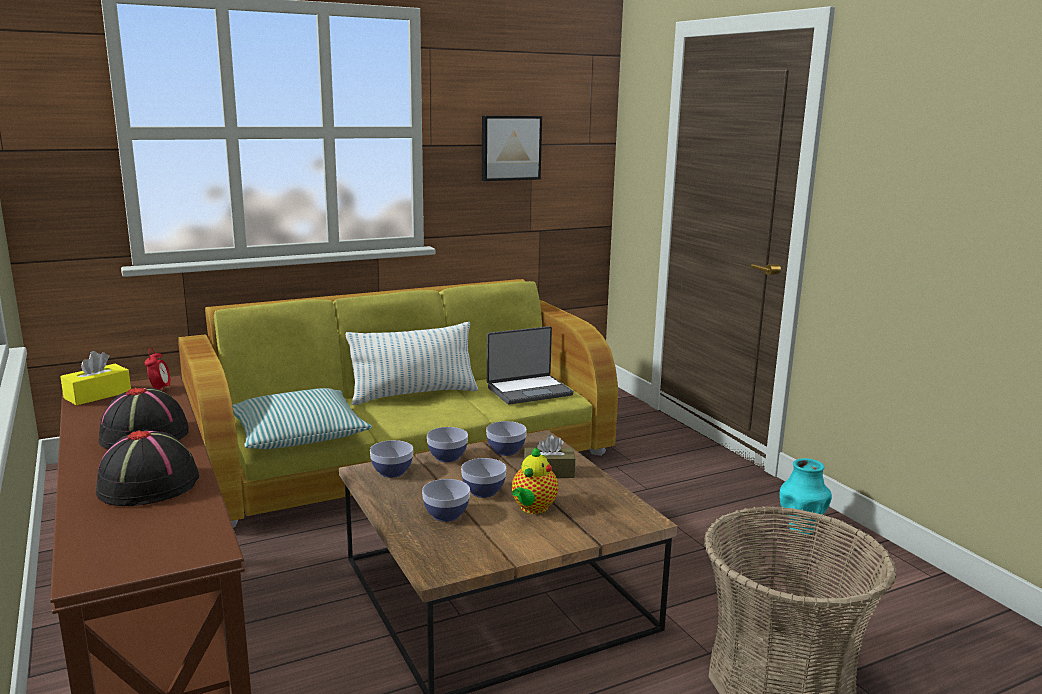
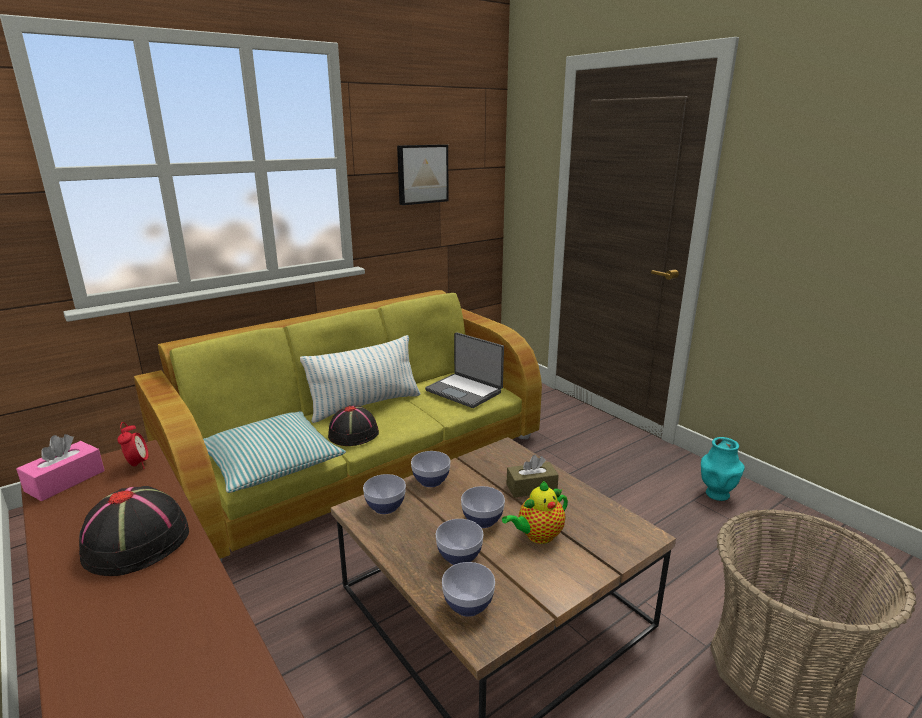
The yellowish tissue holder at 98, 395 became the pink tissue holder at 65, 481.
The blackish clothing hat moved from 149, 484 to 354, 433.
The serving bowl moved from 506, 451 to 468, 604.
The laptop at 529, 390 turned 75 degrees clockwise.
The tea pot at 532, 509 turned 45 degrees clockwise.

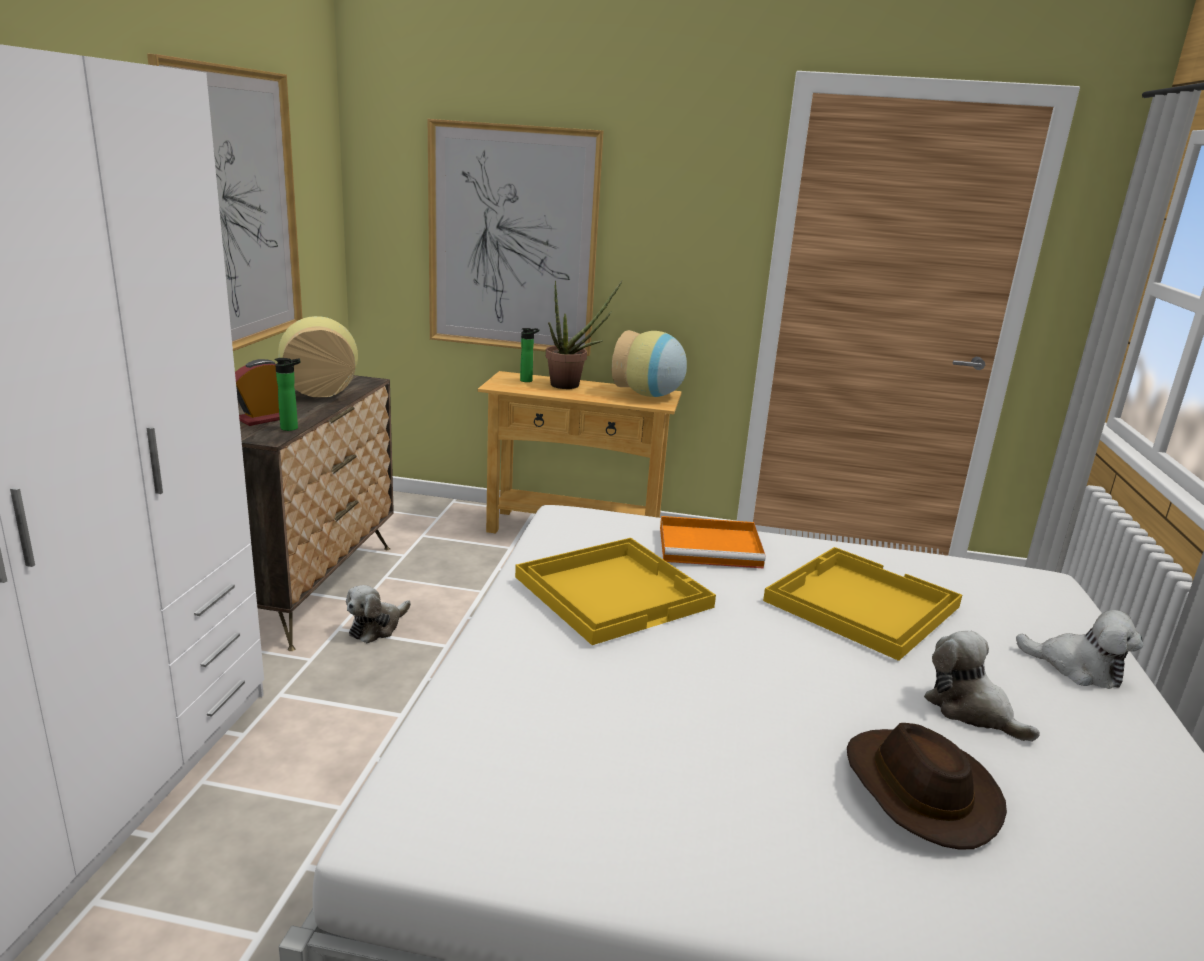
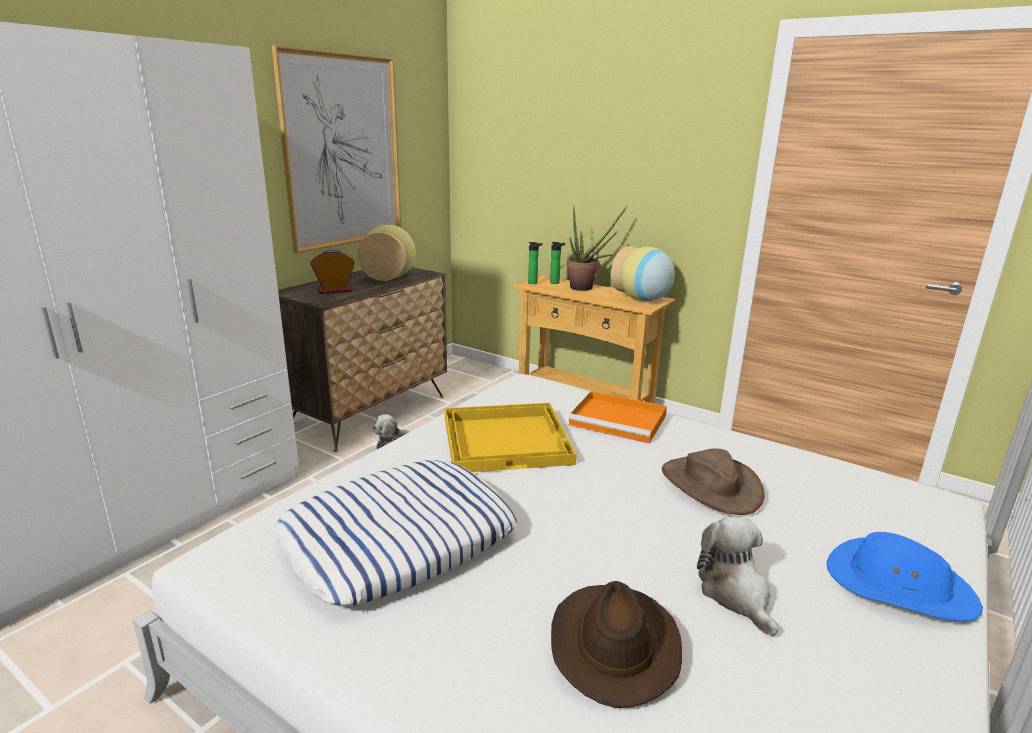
The bottle moved from 292, 428 to 534, 283.
The wall picture at 512, 240 disappeared.
The yellowish tray at 859, 604 was replaced by the brown-coloured clothing hat at 710, 485.
The plush toy at 1077, 668 was replaced by the bluish clothing hat at 898, 586.
The pillow at 398, 540 appeared.

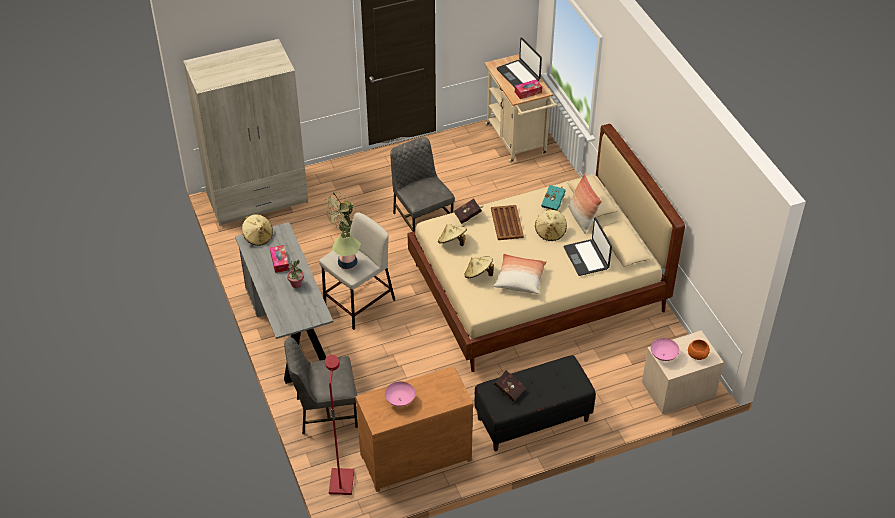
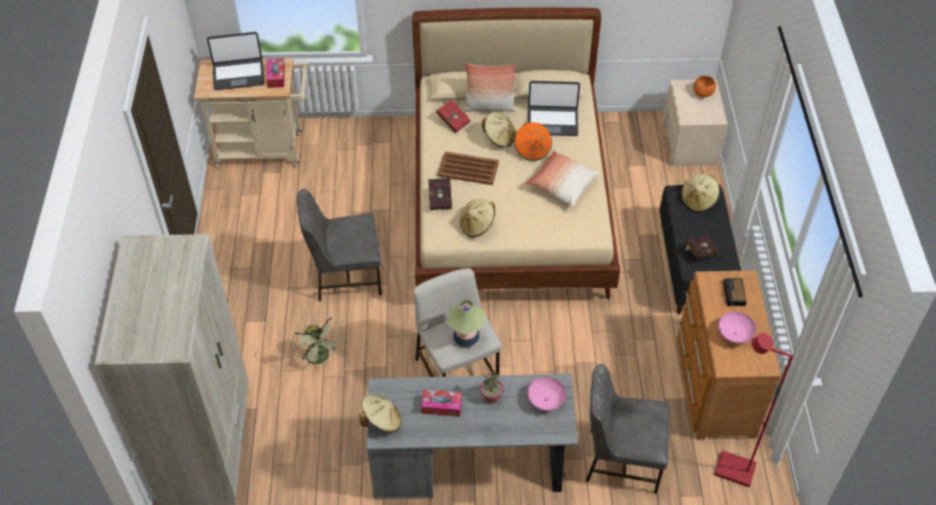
The gray upright chair at 325, 411 turned 90 degrees clockwise.
The beige clothing hat moved from 478, 274 to 698, 201.
The blue-green volume at 553, 202 became the red-coloured volume at 452, 121.
The pink serving bowl moved from 664, 355 to 546, 400.
The orange clothing hat at 532, 150 appeared.
The alarm clock at 734, 294 appeared.

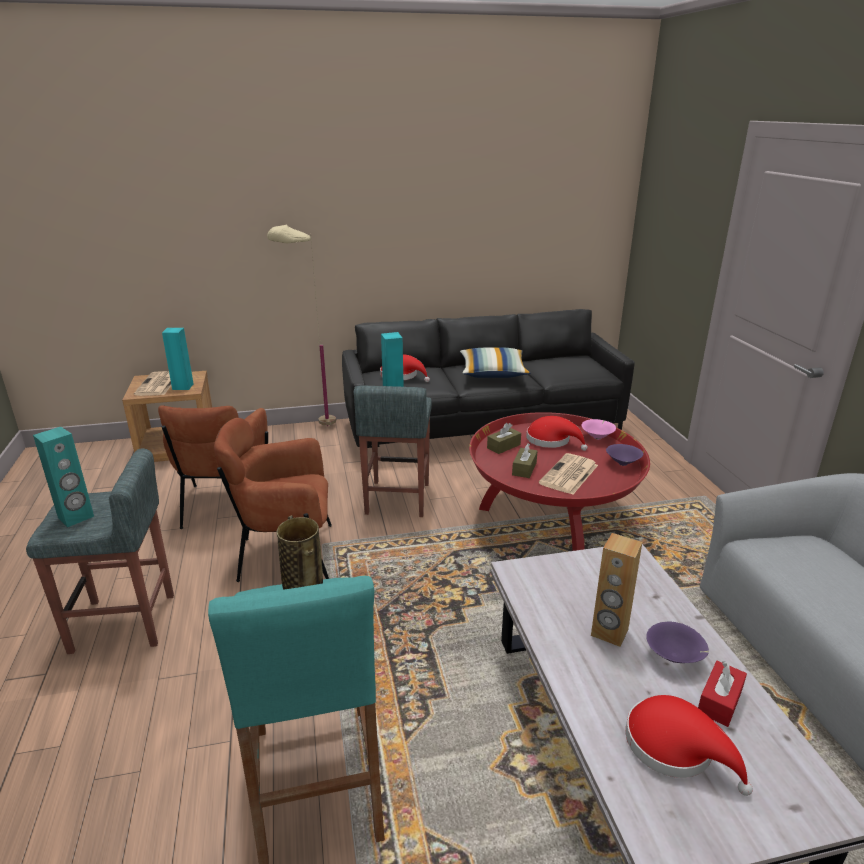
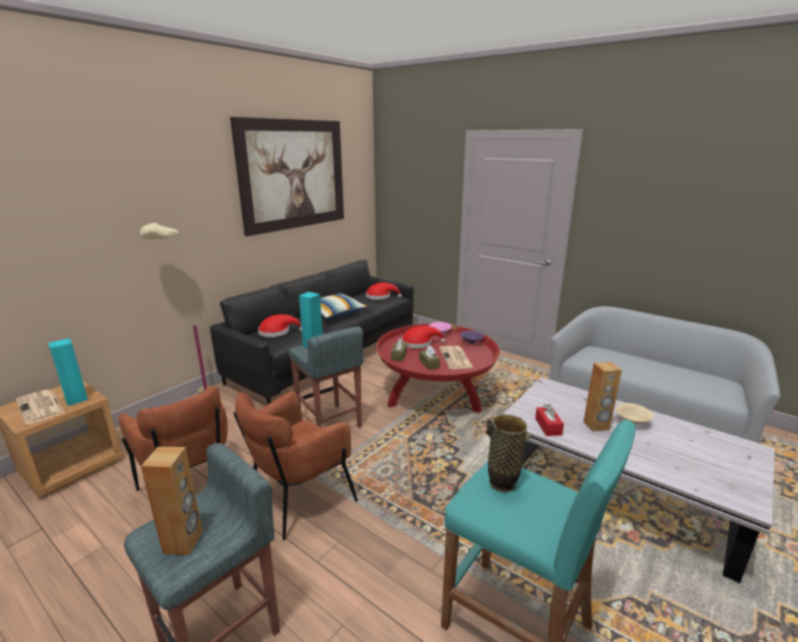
The blue-green audio speaker at 76, 517 became the brown-coloured audio speaker at 183, 542.
The red-coloured clothing hat moved from 676, 747 to 380, 296.
The purple-coloured serving bowl at 674, 658 became the beige serving bowl at 633, 422.
The red-coloured tissue holder moved from 719, 701 to 548, 426.
The wall picture at 293, 175 appeared.

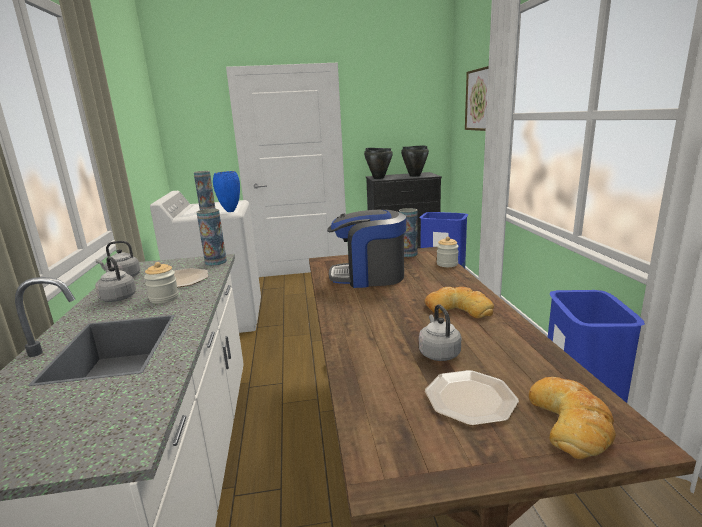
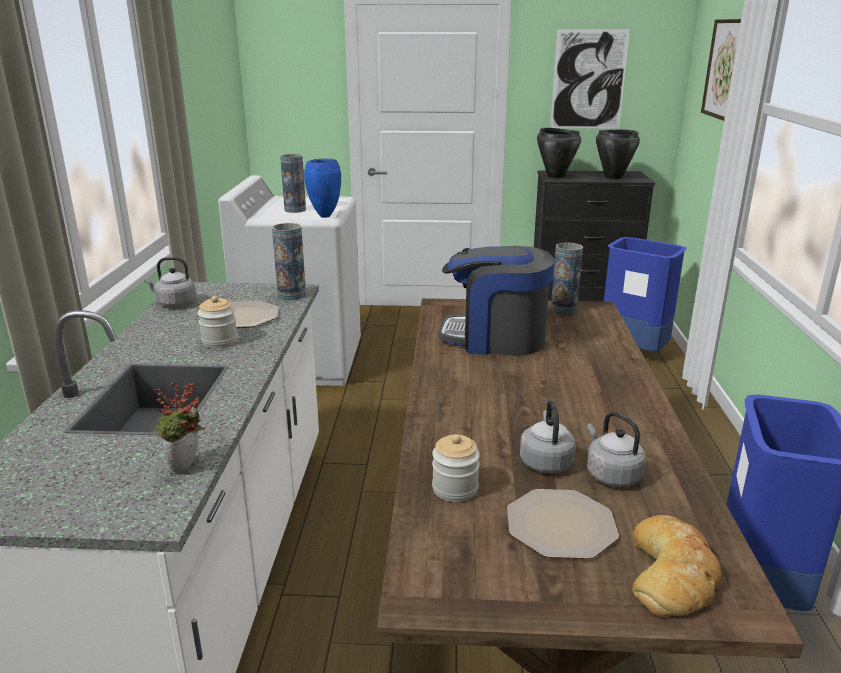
The gray tea kettle moved from 118, 297 to 611, 474.
The bread at 458, 308 disappeared.
The preserve jar moved from 447, 264 to 455, 489.
The plant in a pot at 186, 467 appeared.
The wall picture at 588, 80 appeared.

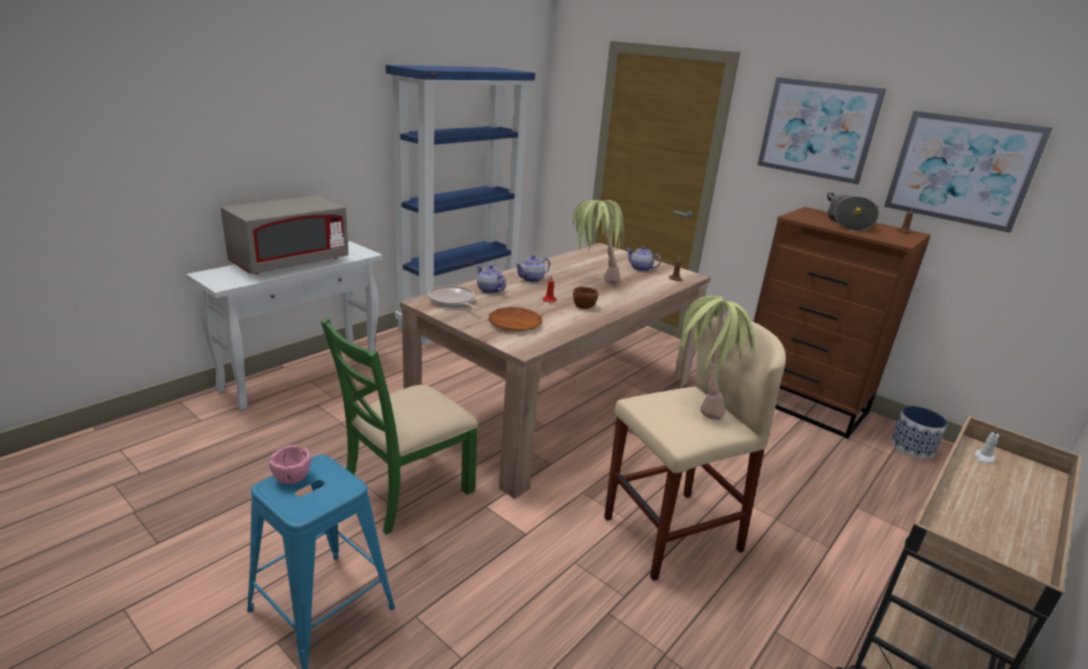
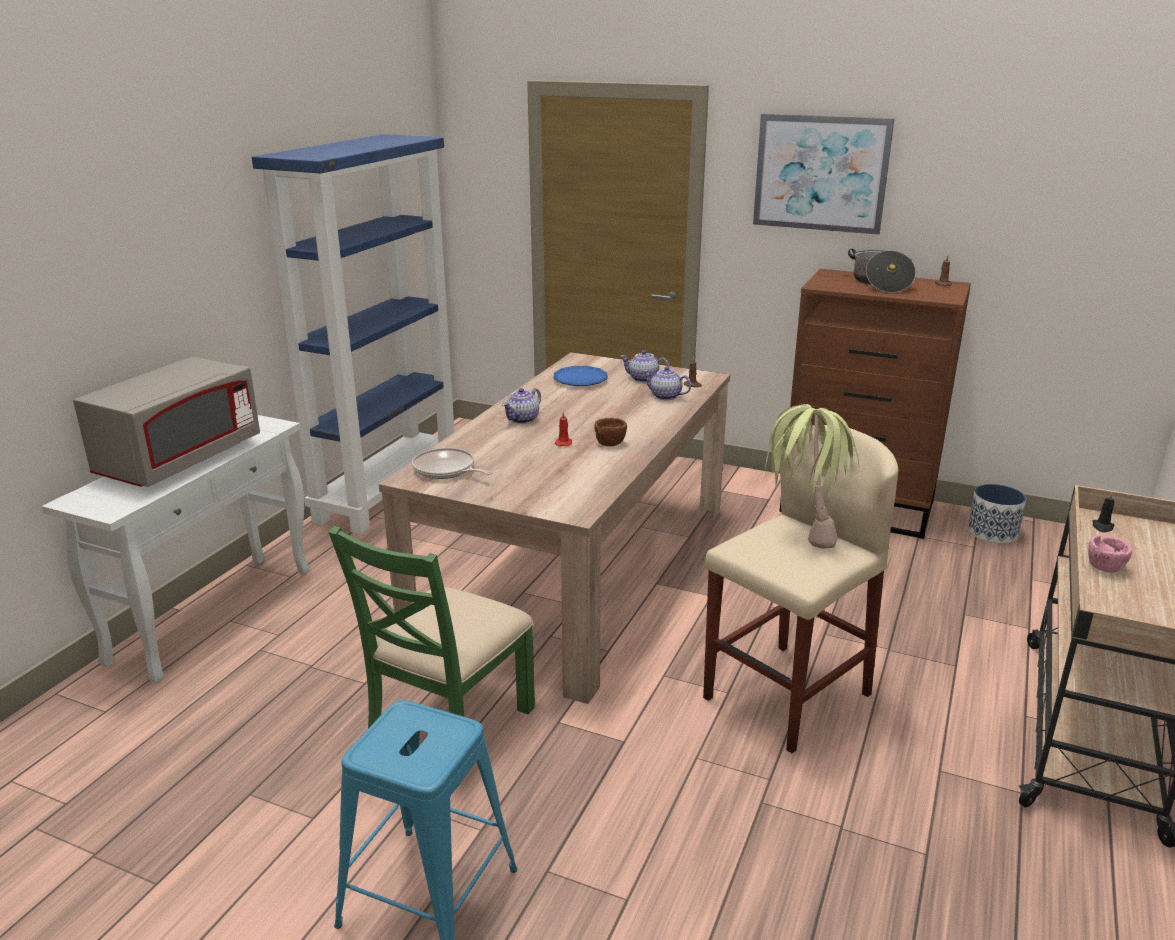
The pink serving bowl moved from 292, 477 to 1104, 567.
The tea pot moved from 489, 290 to 665, 396.
The brown-coloured flat dish at 515, 323 disappeared.
The plant in a pot at 592, 280 disappeared.
The wall picture at 961, 170 disappeared.
The white candle at 983, 458 became the blackish candle at 1102, 527.
The bluish flat dish at 580, 380 appeared.

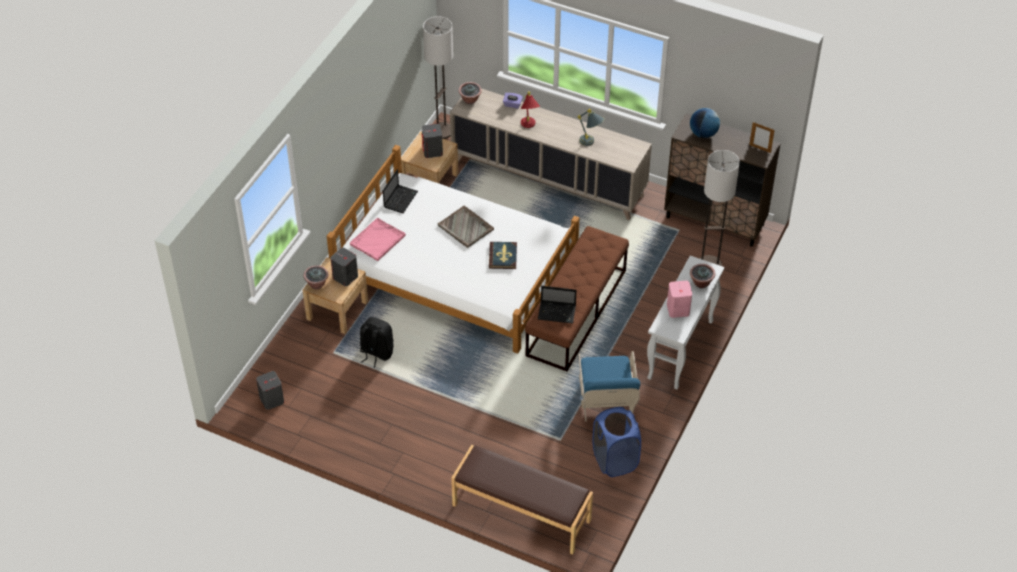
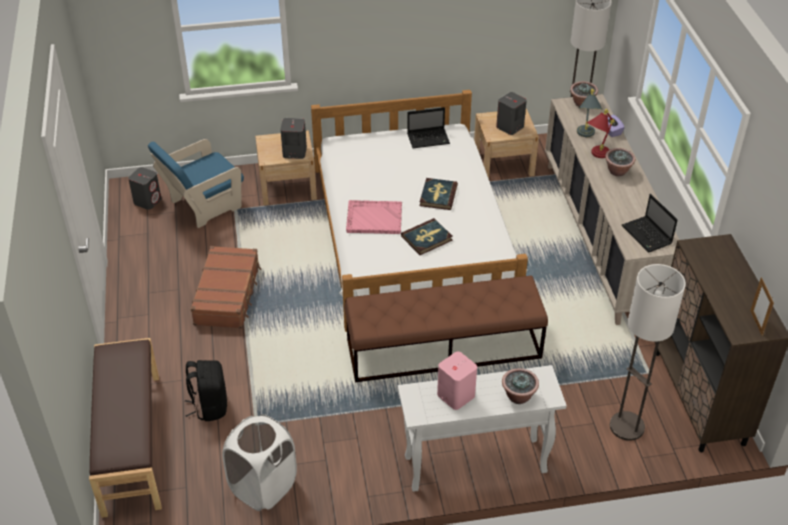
The plant in a pot moved from 317, 284 to 617, 171.
The pink tray moved from 377, 240 to 373, 218.
The blackish rucksack moved from 376, 353 to 209, 406.
The gray tray at 466, 228 was replaced by the volume at 438, 195.
The laptop moved from 557, 313 to 647, 235.
The gray tabletop lamp moved from 591, 143 to 585, 136.
The bluish armchair moved from 606, 405 to 203, 207.
The bluish washing basket at 614, 460 became the white washing basket at 263, 487.
The desk globe at 703, 134 disappeared.
The brown-coloured piece of luggage at 228, 294 appeared.

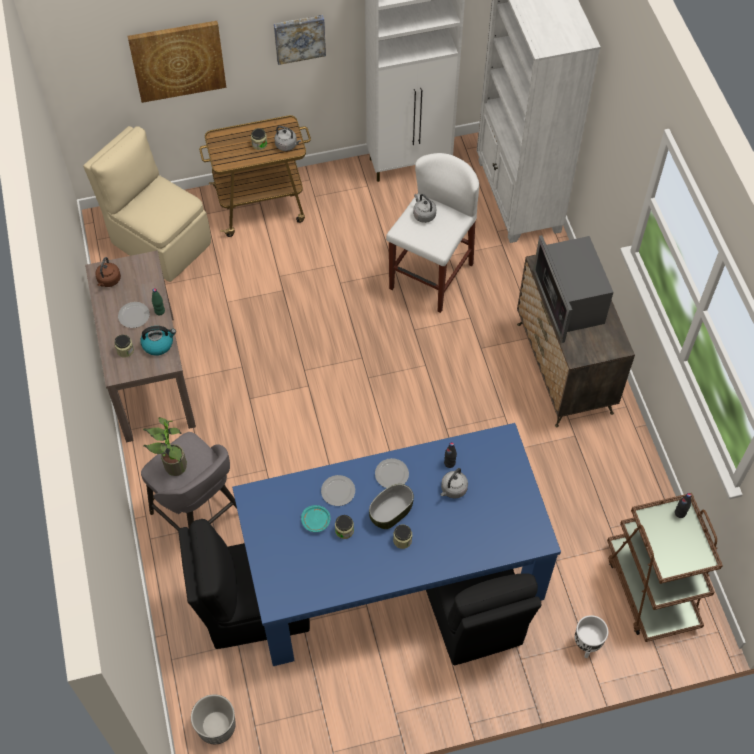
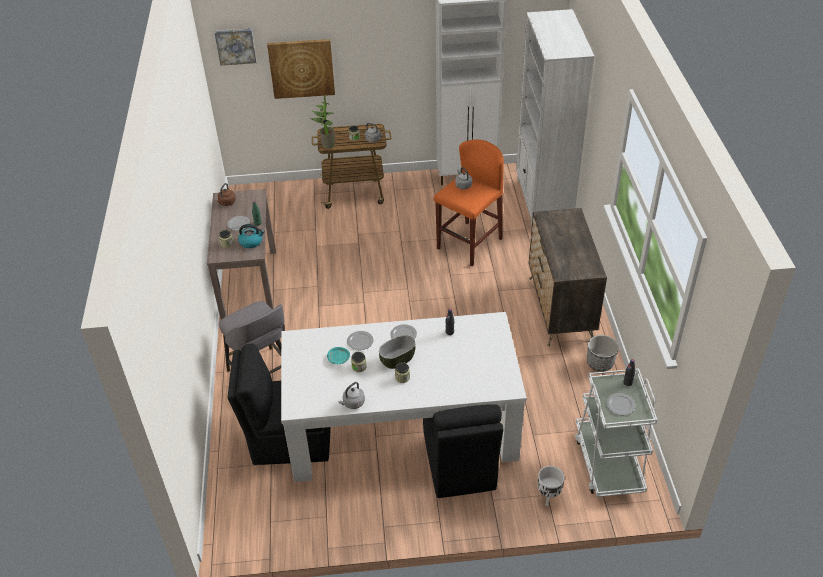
The beige upright chair at 159, 241 disappeared.
The plant in a pot moved from 172, 467 to 326, 144.
The flower pot moved from 216, 726 to 600, 363.
The bluish dining table at 392, 569 became the white dining table at 402, 427.
The wall picture moved from 299, 38 to 235, 45.
The white sitting stool at 431, 276 became the orange sitting stool at 469, 243.
The gray tea kettle moved from 453, 490 to 353, 403.
The microwave at 569, 301 disappeared.
The brown-coloured wheeled cart at 651, 588 became the white wheeled cart at 608, 462.
The flat dish at 620, 405 appeared.

